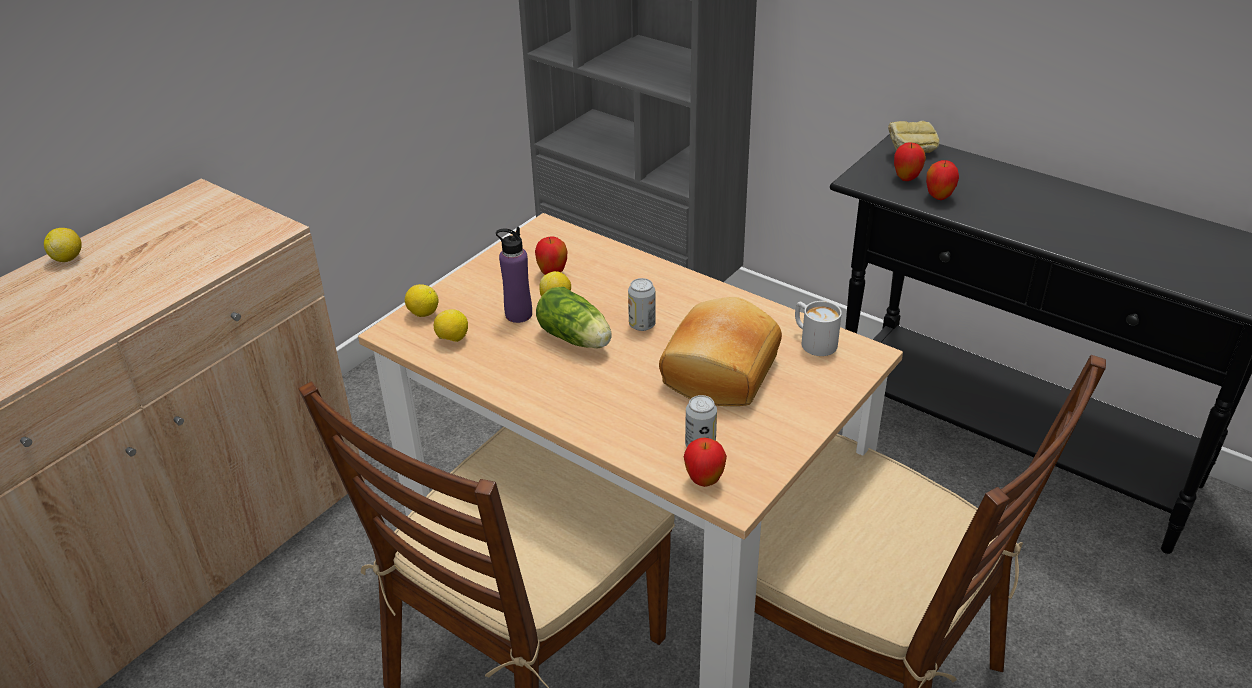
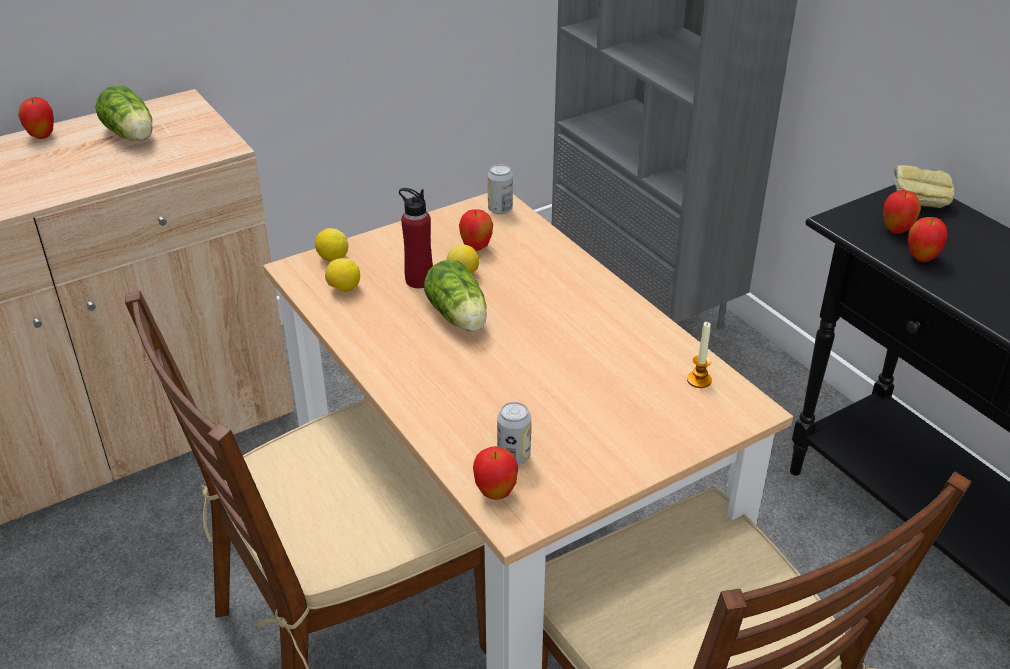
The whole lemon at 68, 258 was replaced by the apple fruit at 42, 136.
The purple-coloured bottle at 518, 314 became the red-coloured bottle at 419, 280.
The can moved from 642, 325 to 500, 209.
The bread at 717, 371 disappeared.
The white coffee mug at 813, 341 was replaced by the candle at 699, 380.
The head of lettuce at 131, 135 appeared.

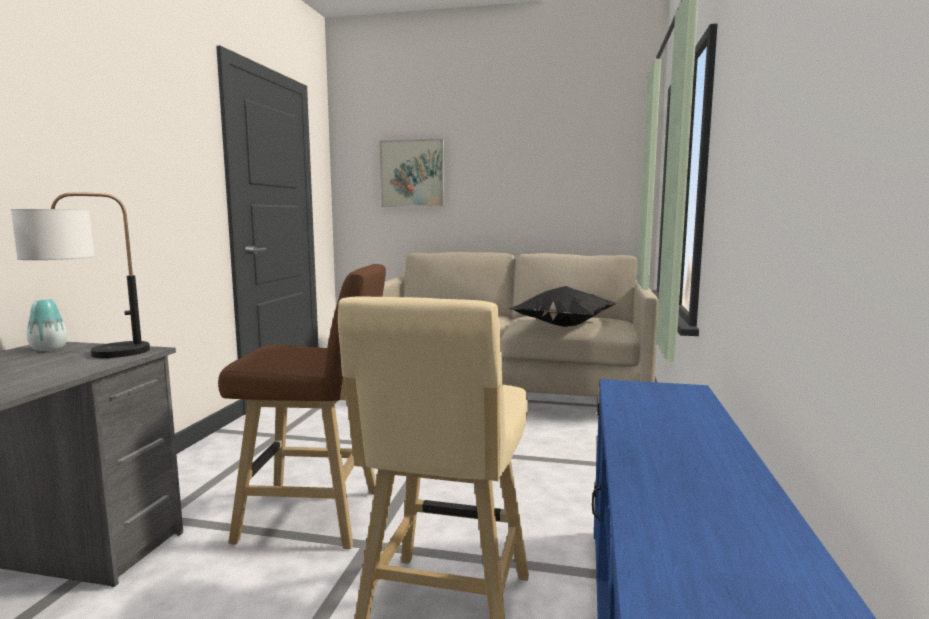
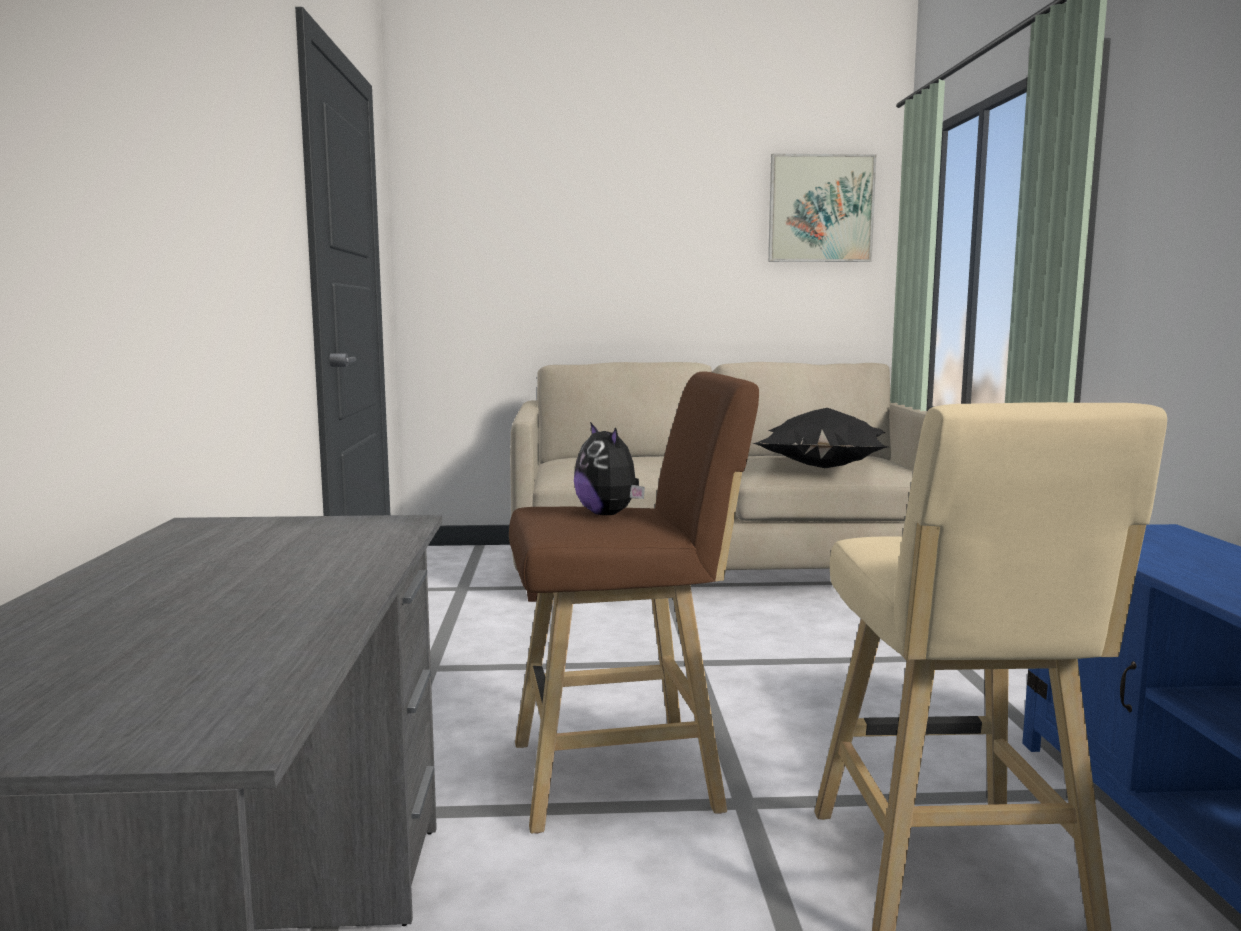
The tabletop lamp at 91, 356 disappeared.
The flower vase at 49, 349 disappeared.
The wall picture moved from 412, 173 to 821, 208.
The plush toy at 609, 514 appeared.

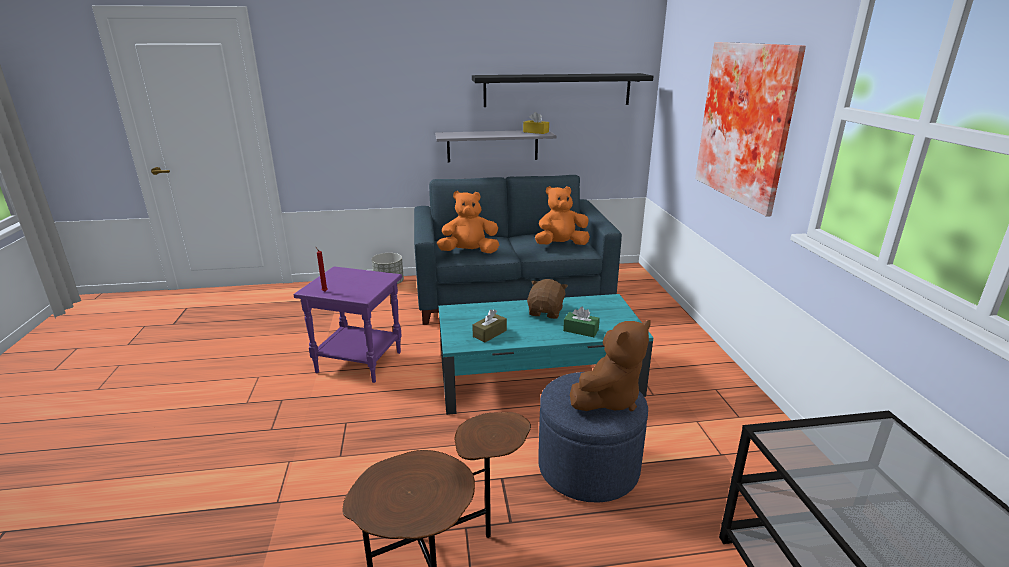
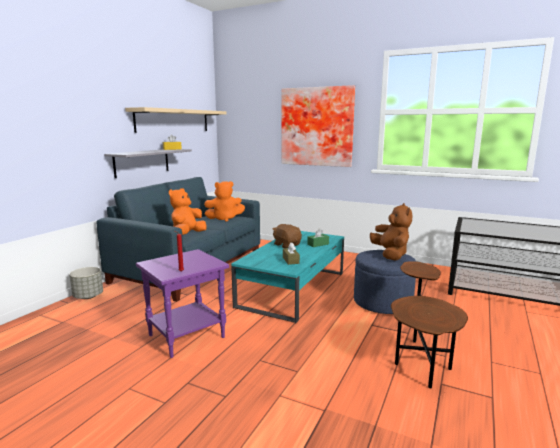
The blackish wall shelf at 557, 90 became the beige wall shelf at 173, 120.
The orange plush toy at 561, 245 turned 120 degrees counterclockwise.

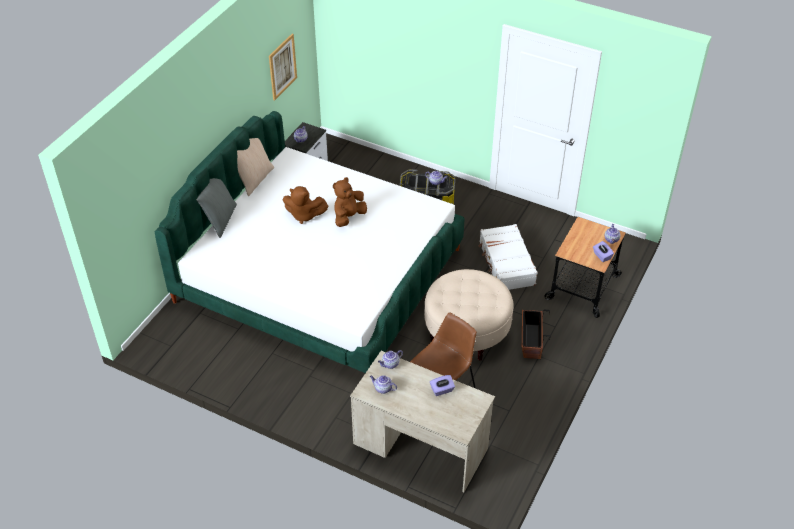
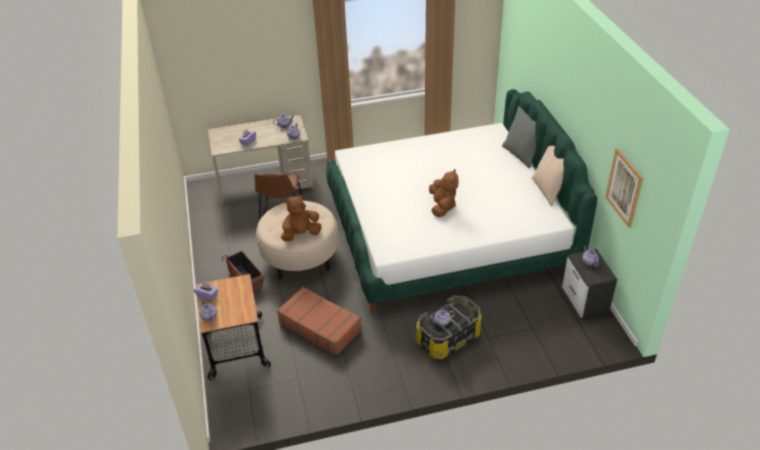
The brown-coloured plush toy moved from 304, 215 to 301, 234.
The white piece of luggage at 506, 264 became the brown-coloured piece of luggage at 320, 326.

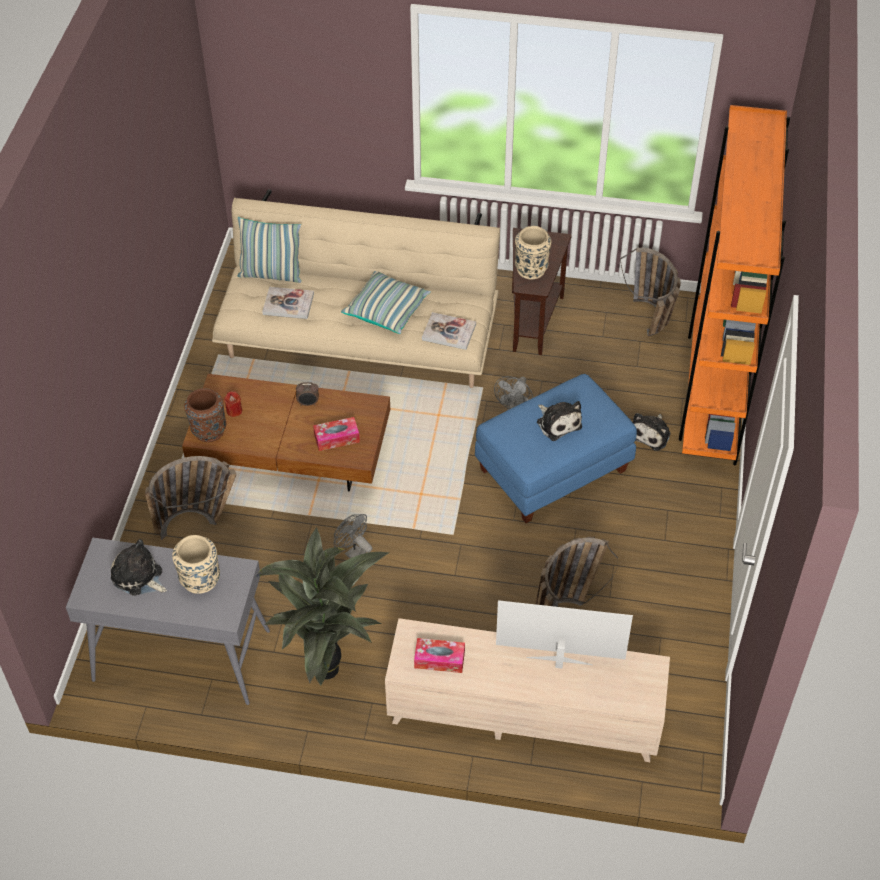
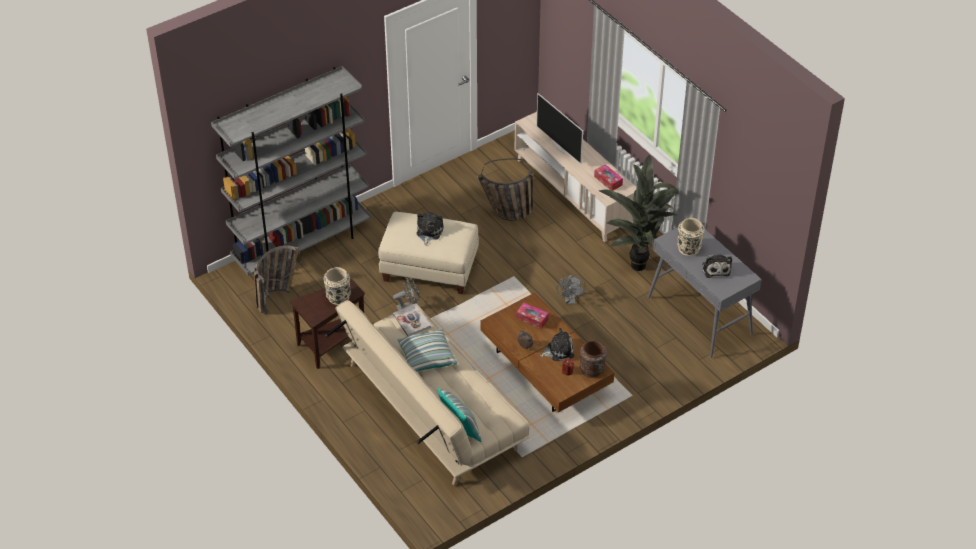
The basket at 199, 521 disappeared.
The volume at 288, 304 disappeared.
The bluish footrest at 553, 469 became the beige footrest at 428, 269.
The plush toy moved from 651, 434 to 558, 350.
The orange bookshelf at 712, 391 became the gray bookshelf at 302, 246.

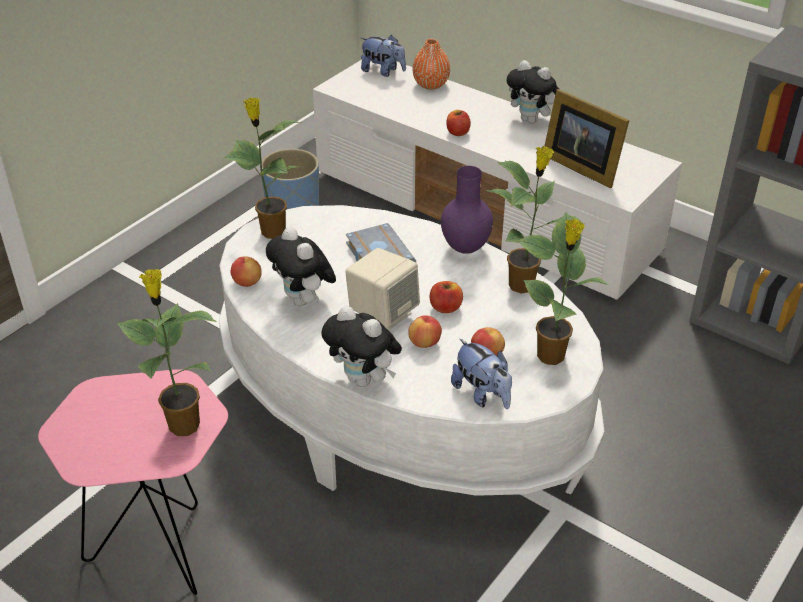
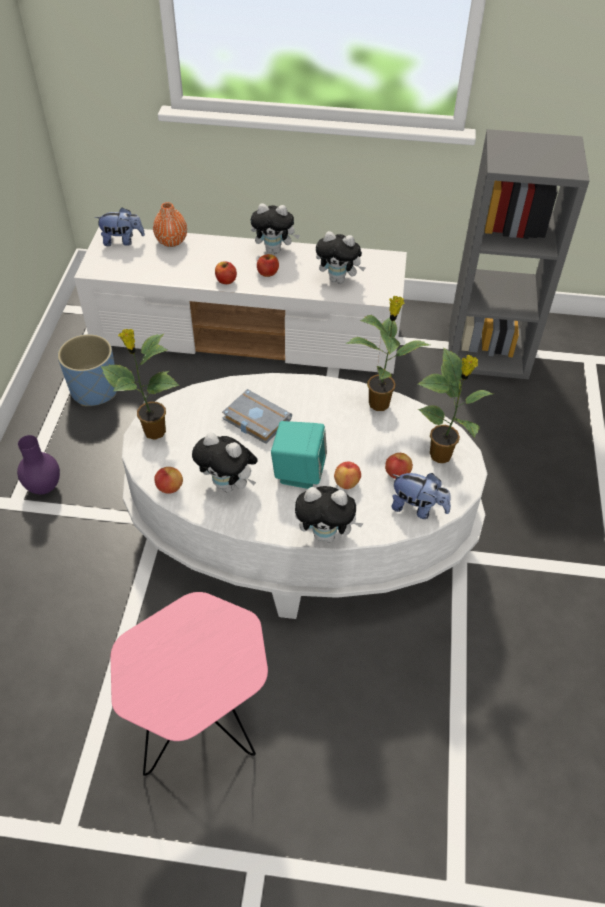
The plant in a pot at 183, 424 disappeared.
The beige audio speaker at 383, 315 became the blue-green audio speaker at 298, 472.
The apple fruit moved from 445, 307 to 267, 273.
The purple-coloured flower vase moved from 466, 248 to 45, 487.
The picture frame at 581, 165 was replaced by the plush toy at 339, 279.

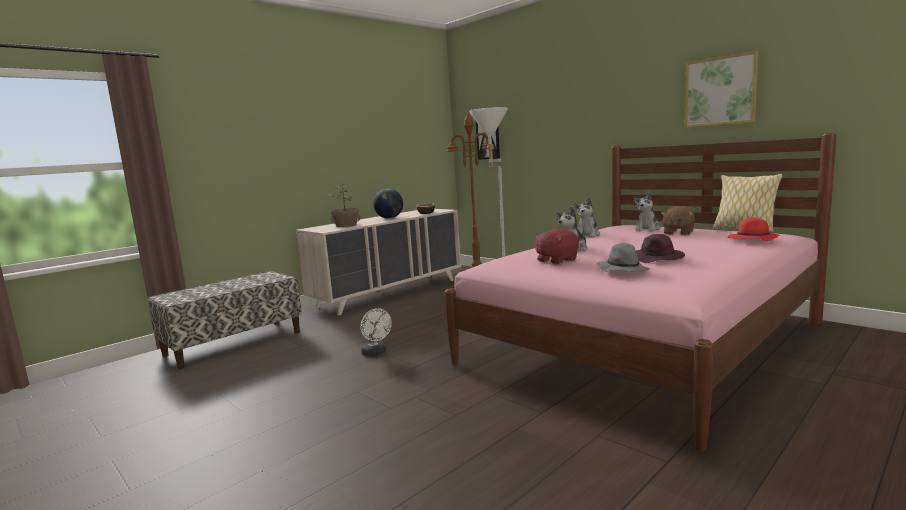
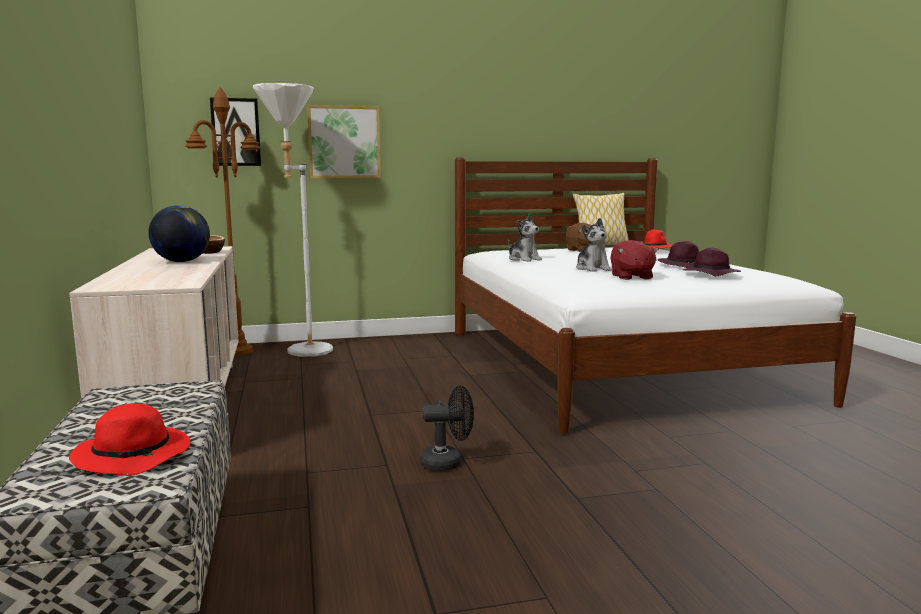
The plant in a pot at 346, 225 disappeared.
The white electric fan at 376, 353 became the blackish electric fan at 448, 463.
The pink sleeping bed at 643, 342 became the white sleeping bed at 614, 364.
The gray clothing hat at 622, 270 became the purple-coloured clothing hat at 709, 274.
The plush toy at 647, 229 disappeared.
The wall picture moved from 720, 91 to 344, 142.
The red-coloured clothing hat at 135, 456 appeared.

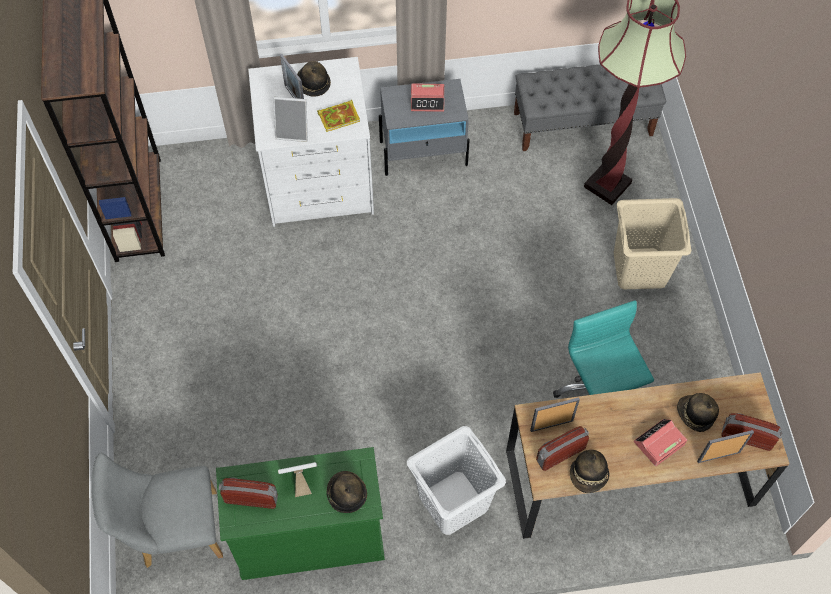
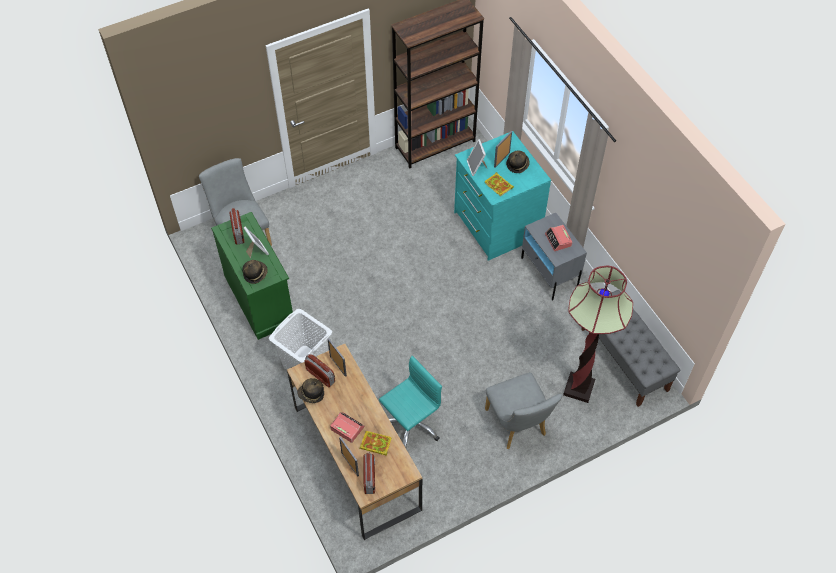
The white drawer chest at 319, 184 became the blue-green drawer chest at 496, 225.
The beige washing basket at 639, 269 was replaced by the gray upright chair at 518, 426.
The clothing hat at 694, 415 was replaced by the volume at 375, 444.

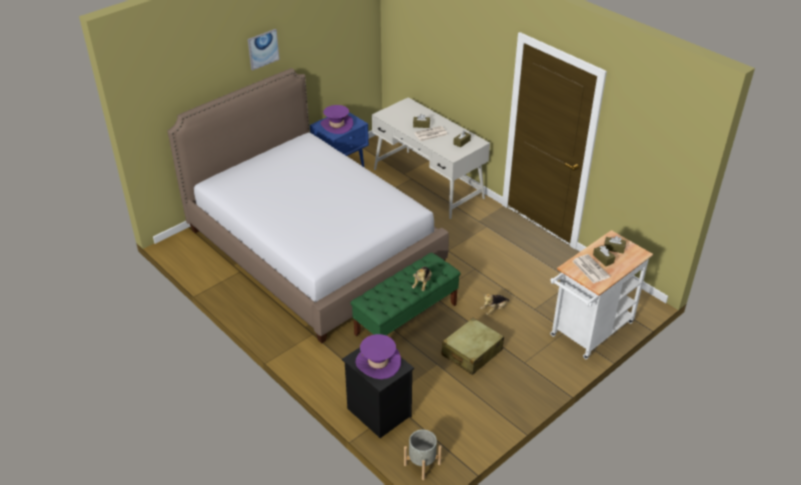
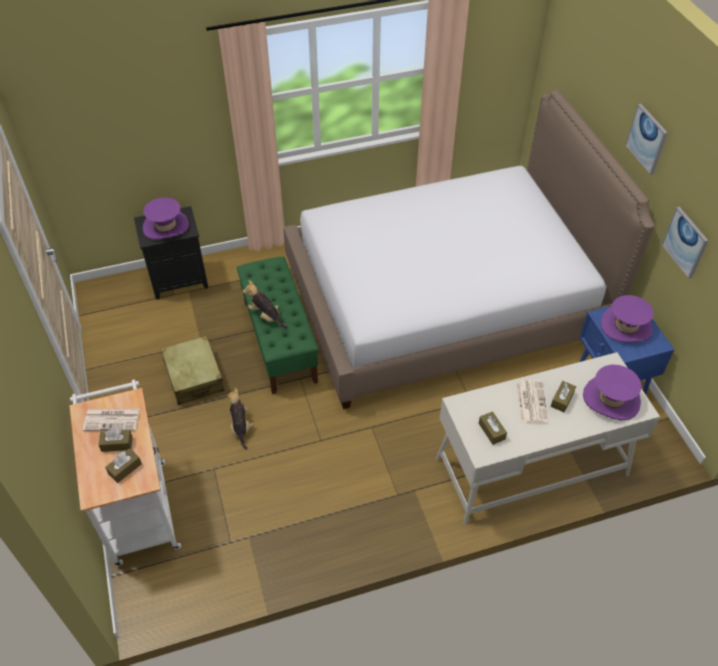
The gray flower pot at 422, 464 disappeared.
The purple-coloured clothing hat at 611, 399 appeared.
The wall picture at 685, 242 appeared.

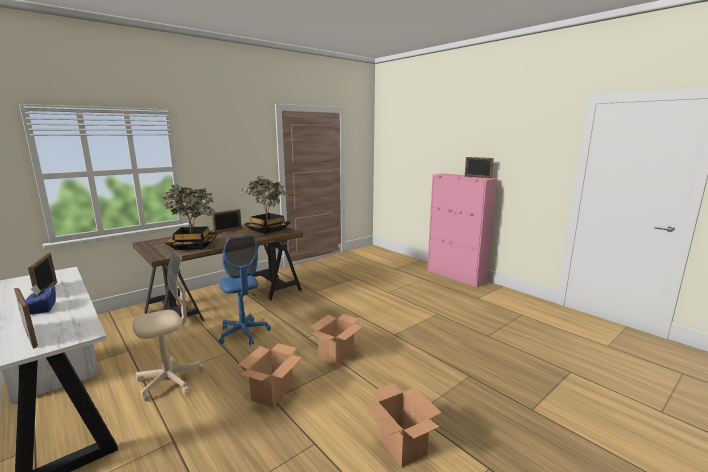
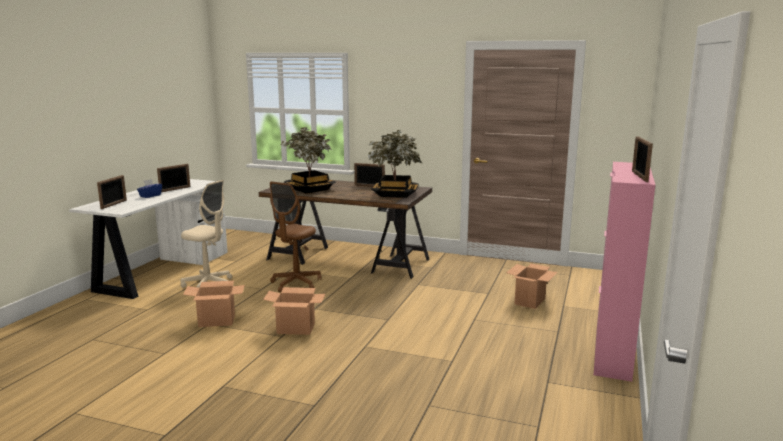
The bluish computer chair at 244, 333 became the brown-coloured computer chair at 296, 284.
The cardboard box moved from 401, 445 to 529, 301.

